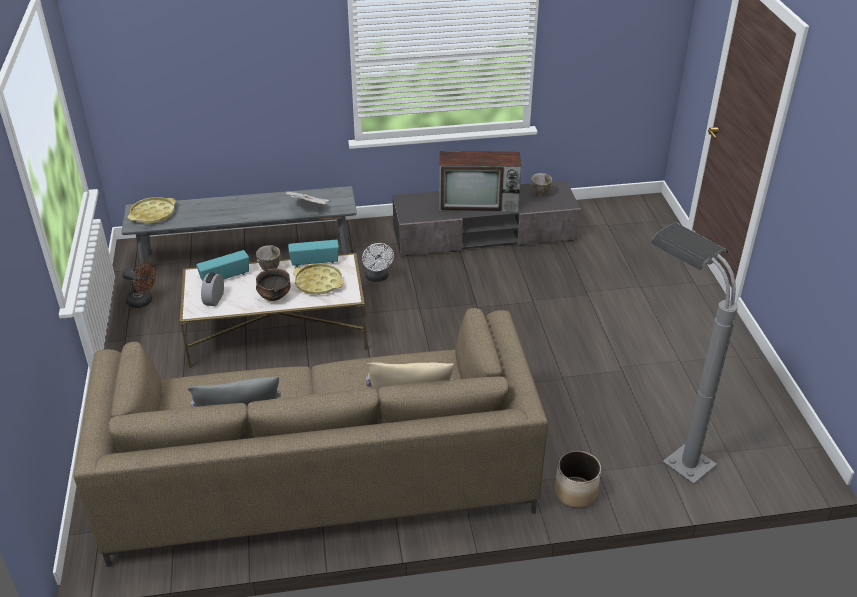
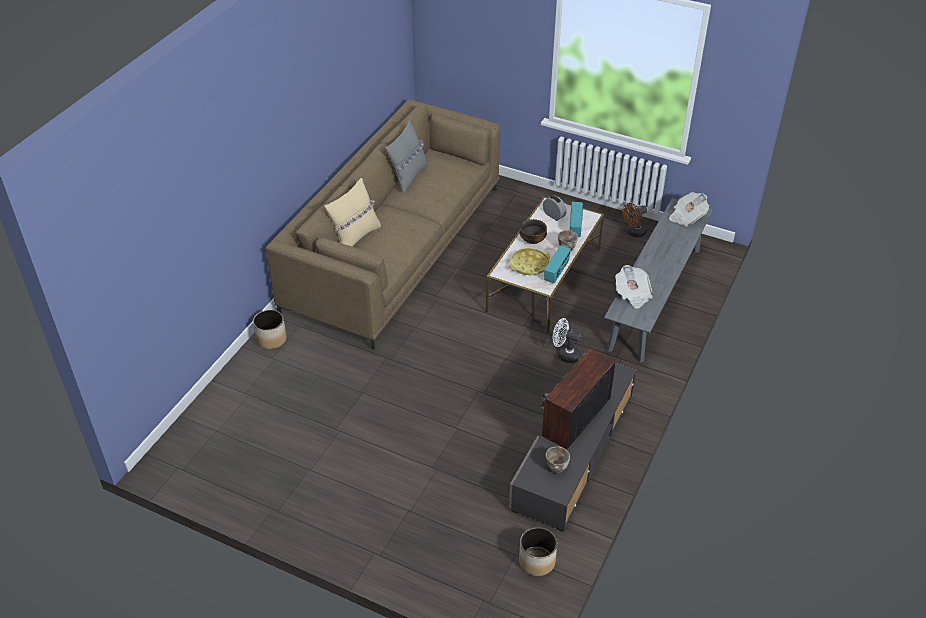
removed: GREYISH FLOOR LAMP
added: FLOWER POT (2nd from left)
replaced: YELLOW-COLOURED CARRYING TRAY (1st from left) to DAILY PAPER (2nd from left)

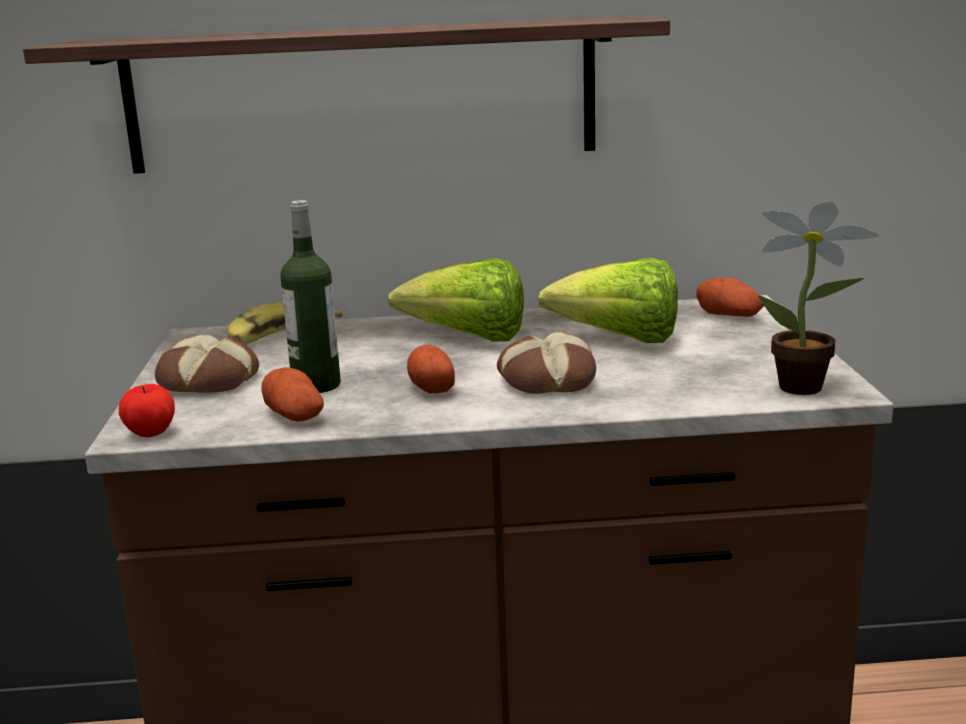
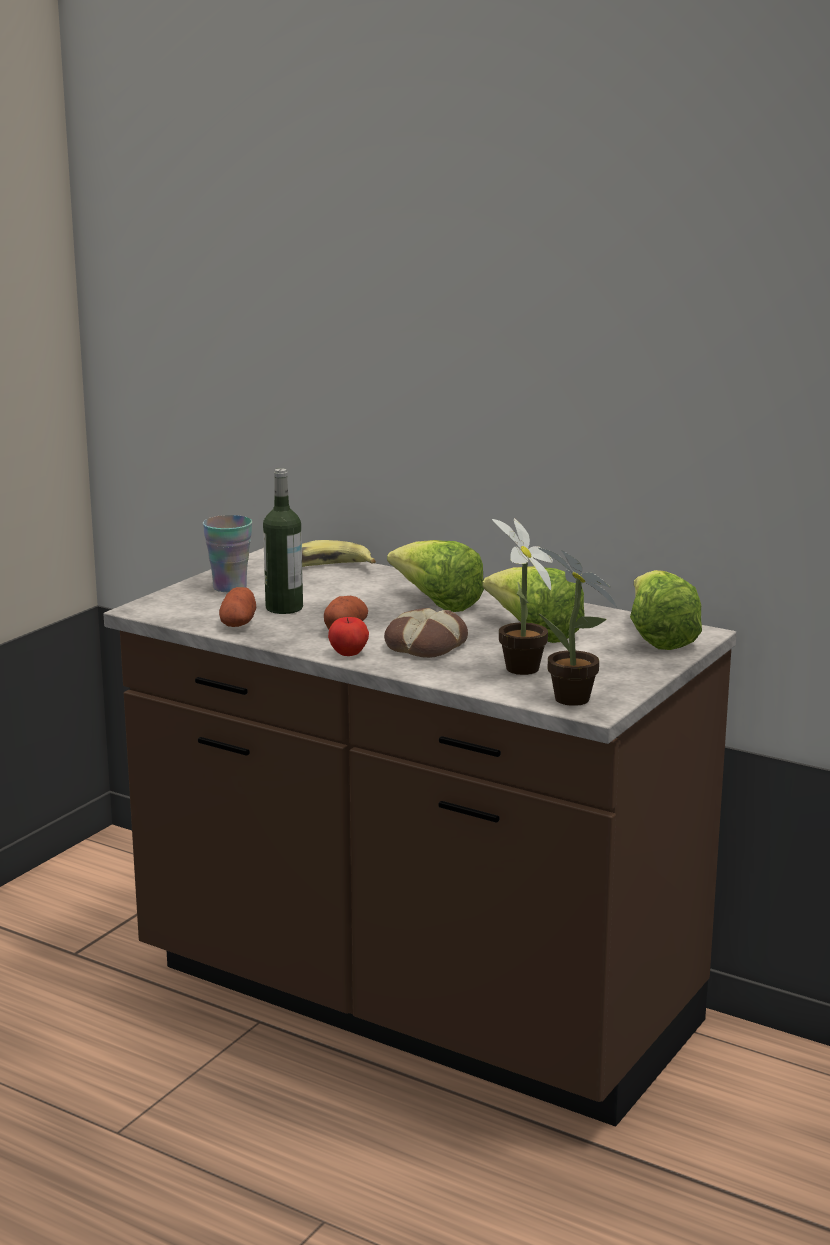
removed: BRACKET SHELF
added: HOUSEPLANT (1st from left)
moved: APPLE FRUIT
replaced: BREAD (1st from left) to DRINKING CUP; POTATO (3rd from left) to HEAD OF LETTUCE (3rd from left)

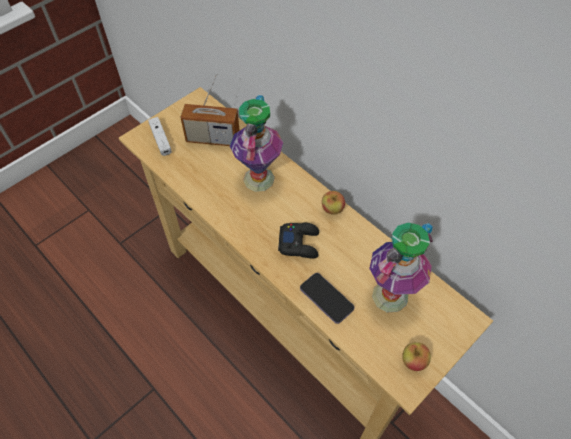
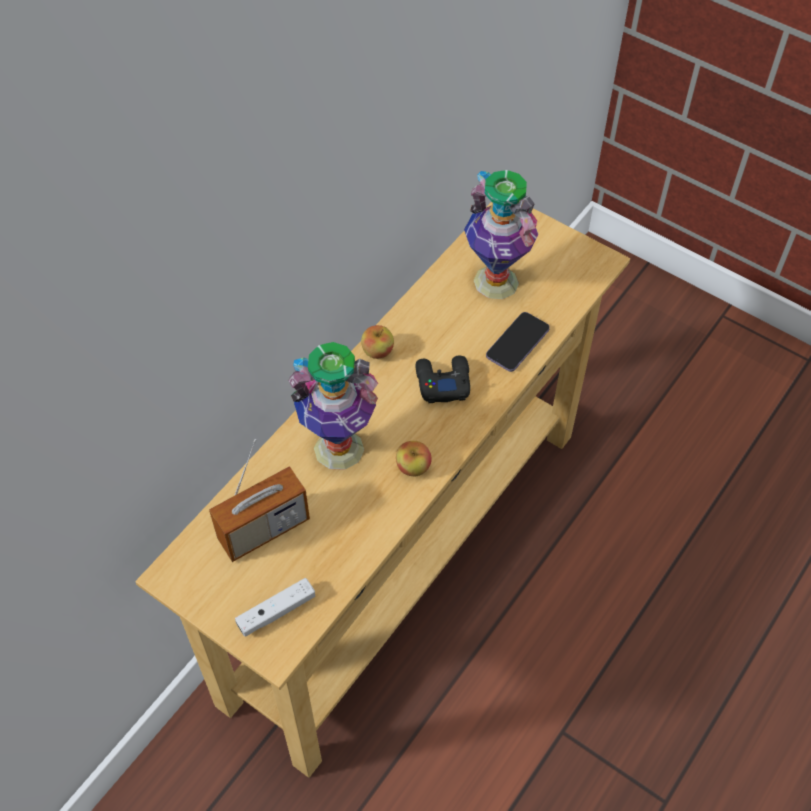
moved: APPLE FRUIT (2nd from left)
turned: RADIO SET 60 degrees clockwise

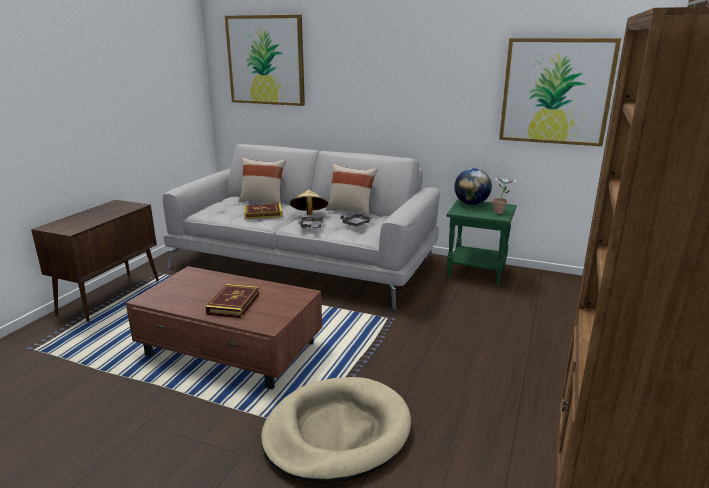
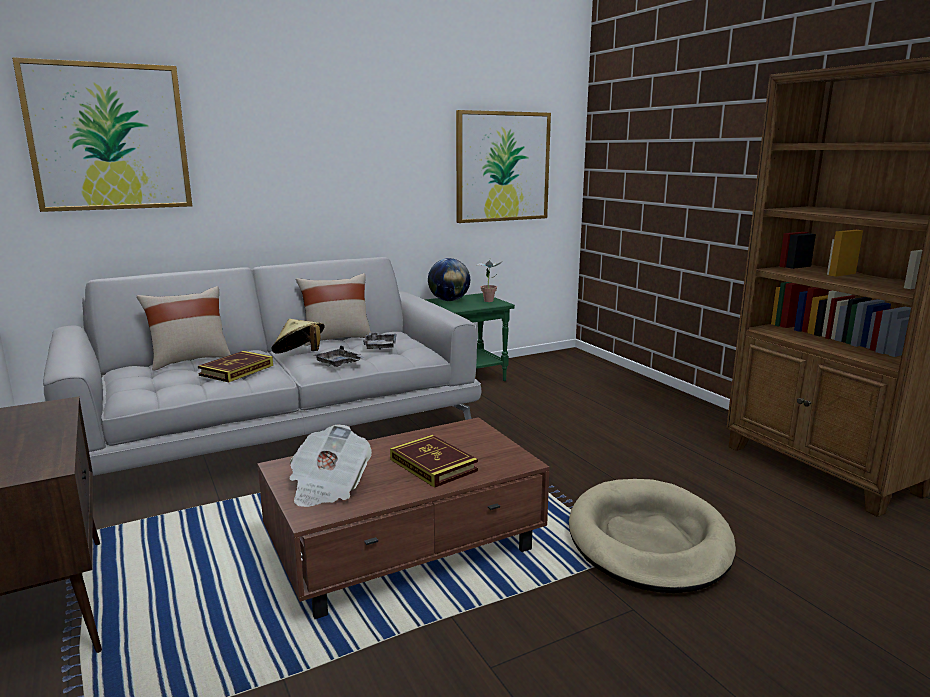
added: DAILY PAPER

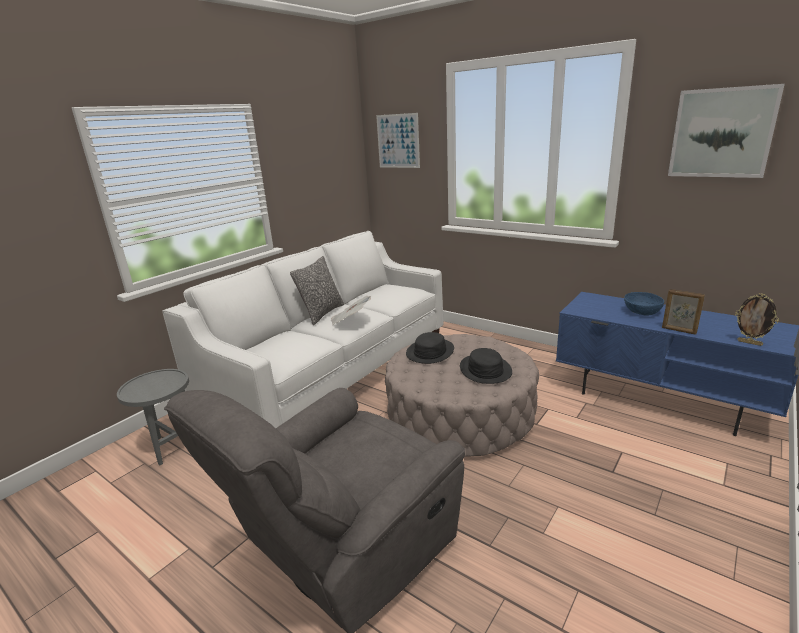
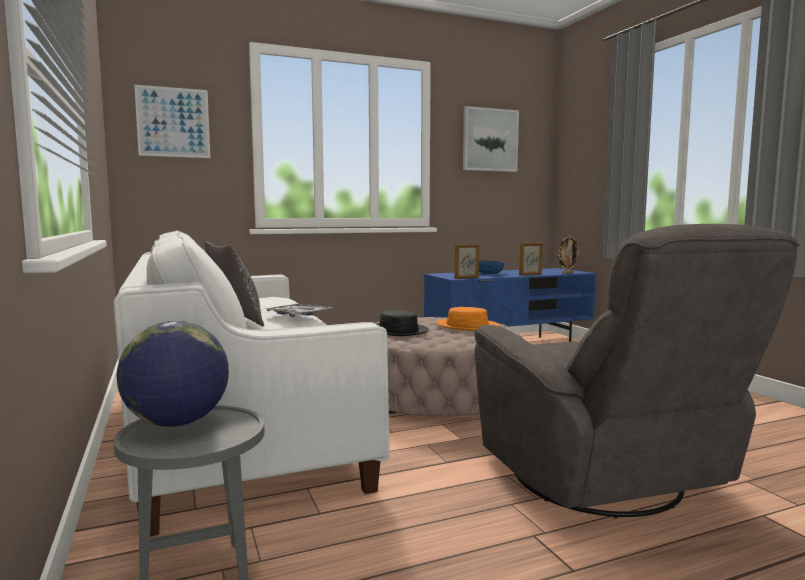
added: GLOBE; STANDING FRAME (1st from left)
replaced: DAILY PAPER to CARRYING TRAY
recoloured: BLACK HAT (2nd from left) to ORANGEY HAT

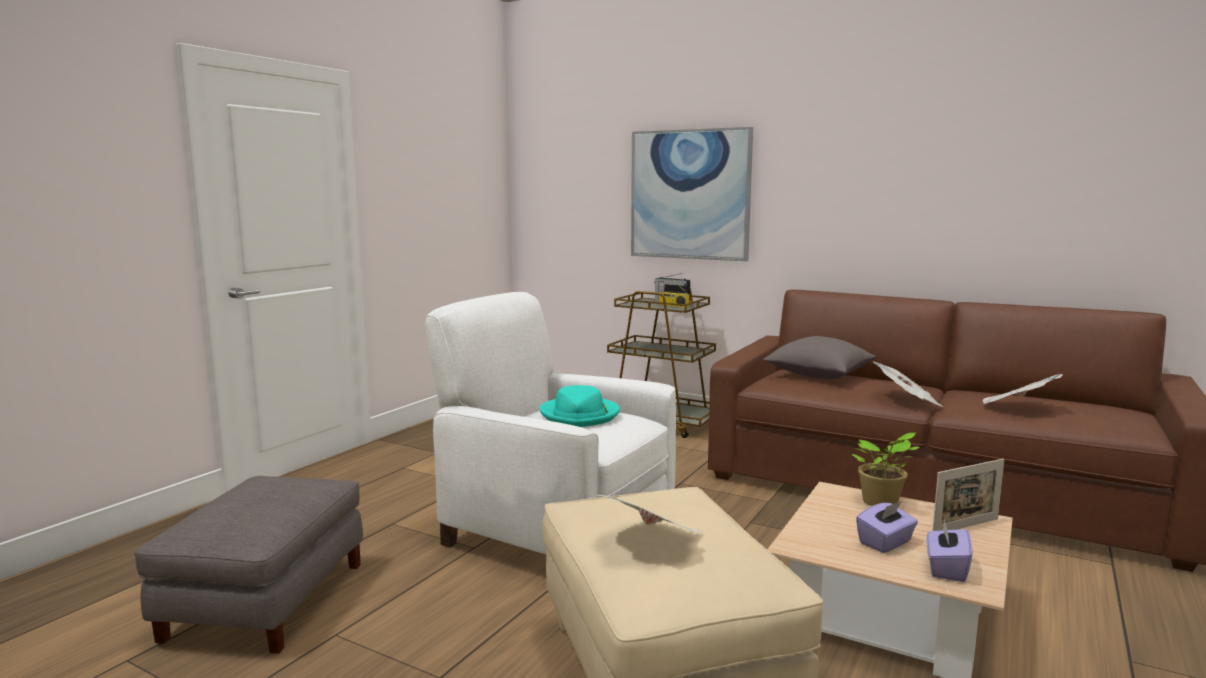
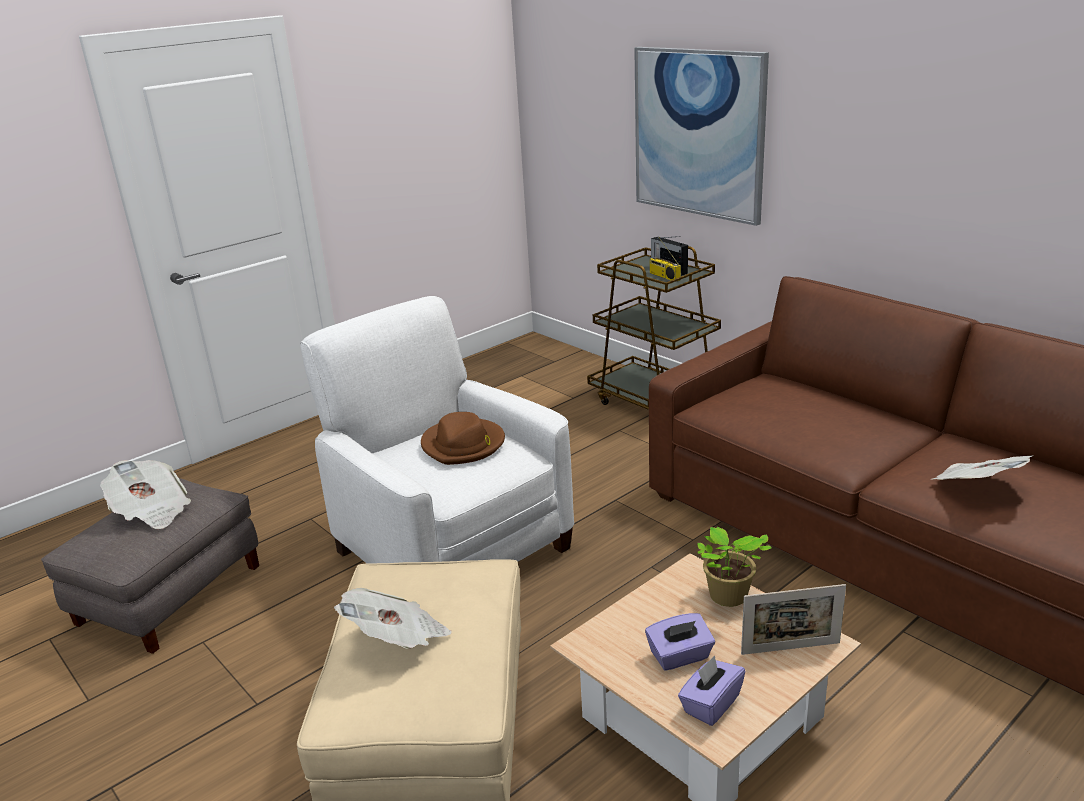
removed: GREYISH CUSHION
moved: DAILY PAPER (2nd from left in the first image) to DAILY PAPER (1st from left)
recoloured: TURQUOISE-COLOURED HAT to BROWN-COLOURED HAT

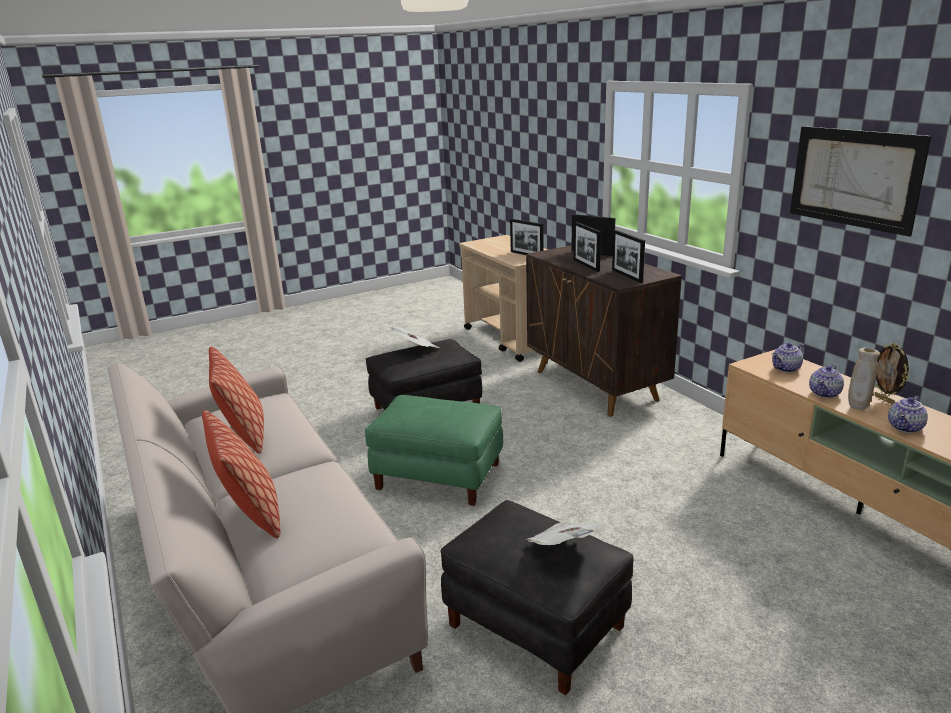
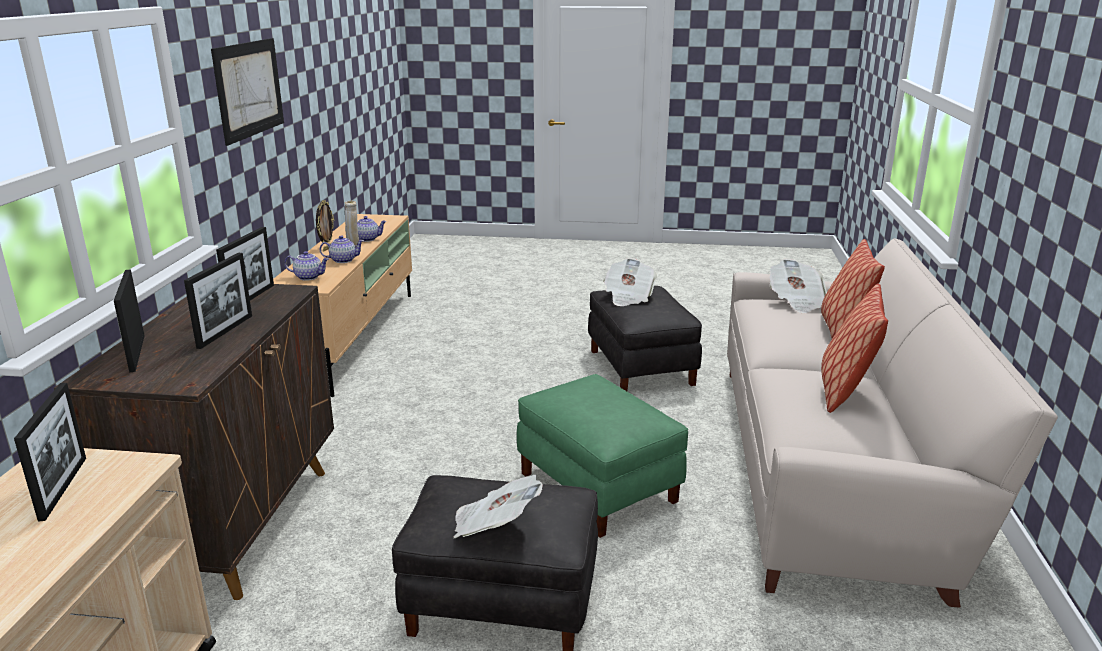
added: DAILY PAPER (3rd from left)

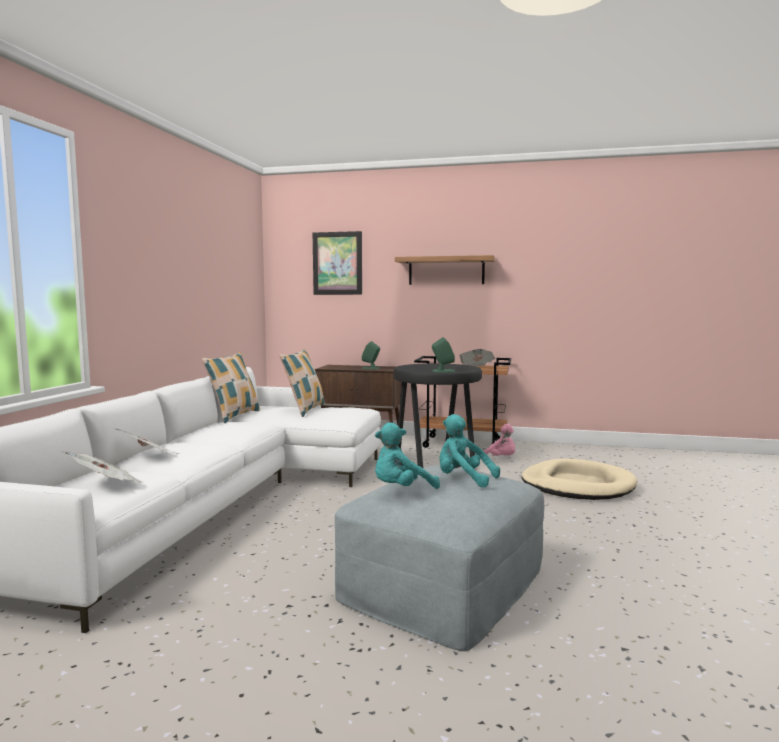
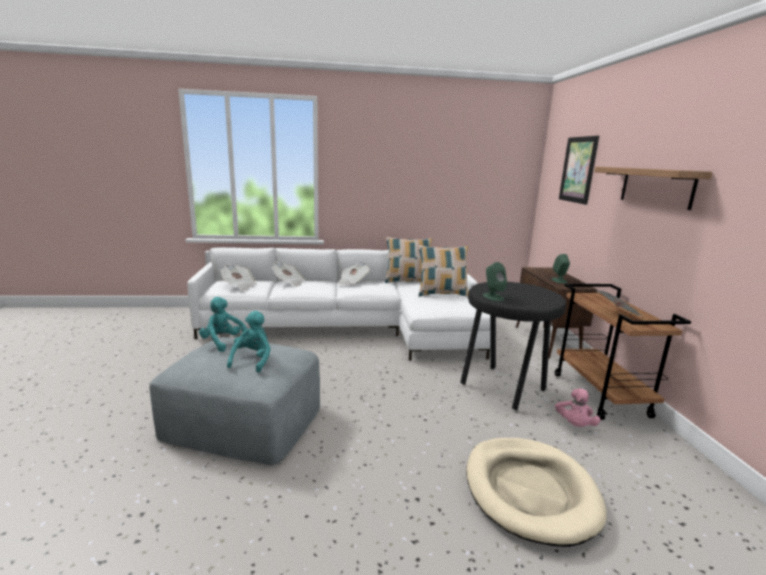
added: DAILY PAPER (3rd from left)

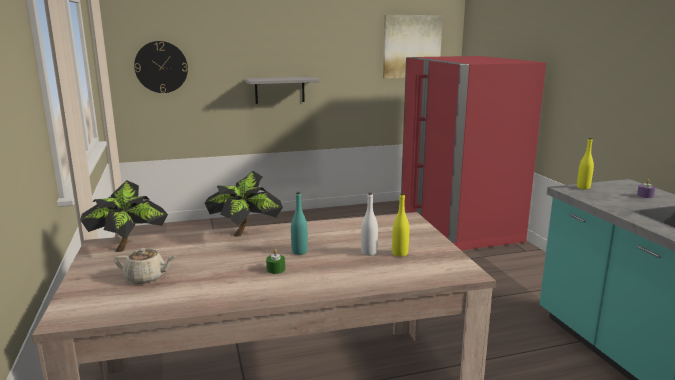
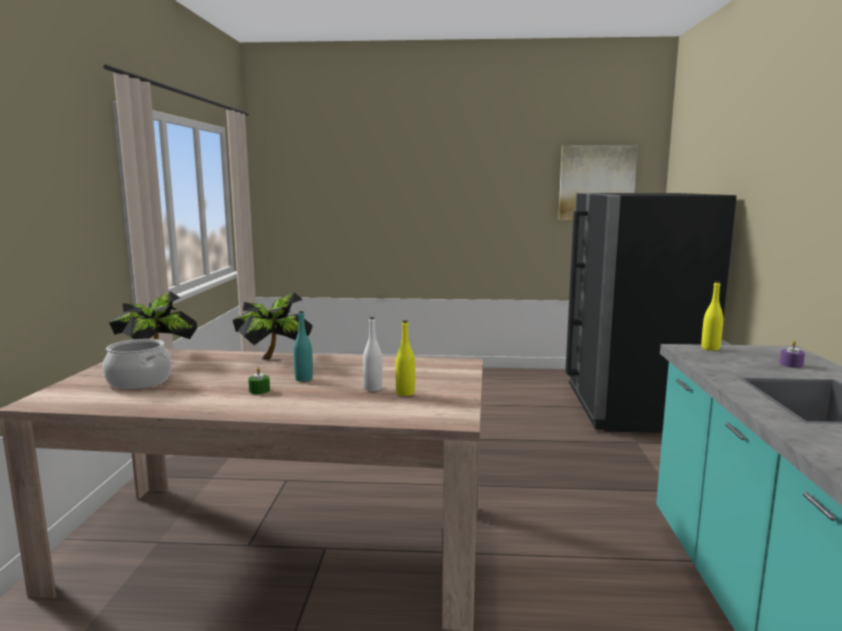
removed: HANGING CLOCK; GREYISH BRACKET SHELF
replaced: BEIGE-COLOURED POT FOR TEA to SAUCEPOT
recoloured: RED FRIDGE to BLACK FRIDGE

